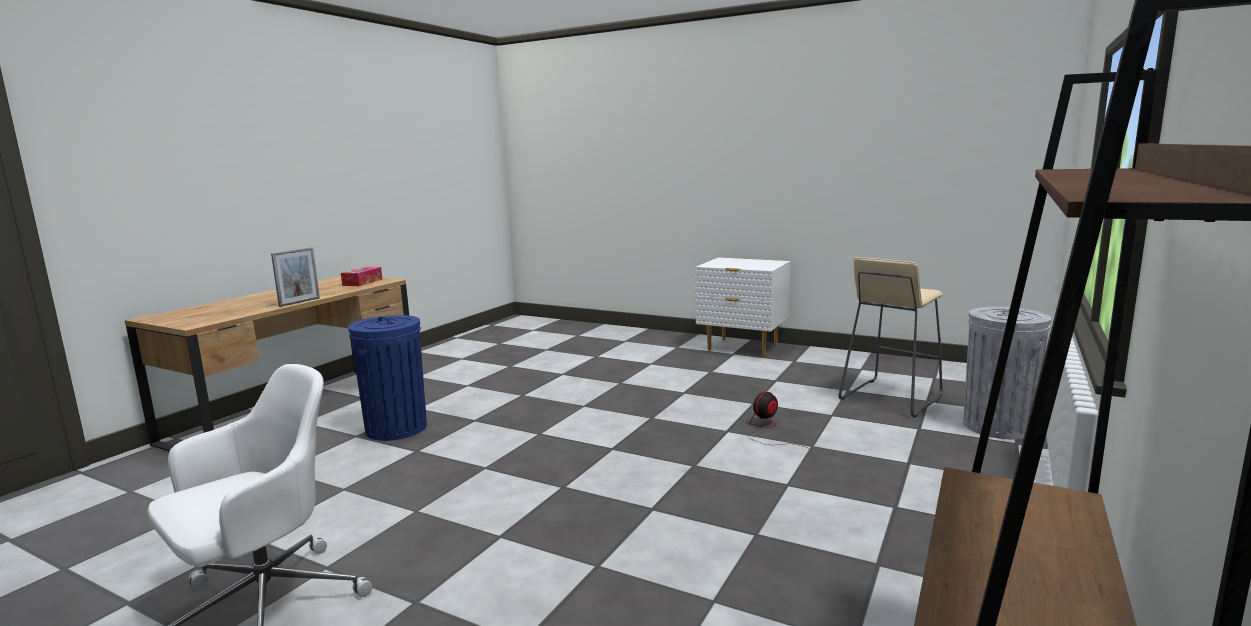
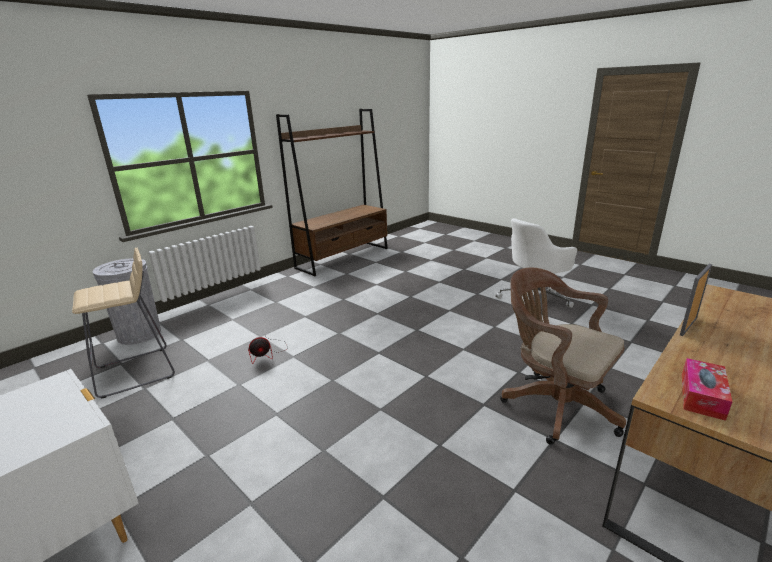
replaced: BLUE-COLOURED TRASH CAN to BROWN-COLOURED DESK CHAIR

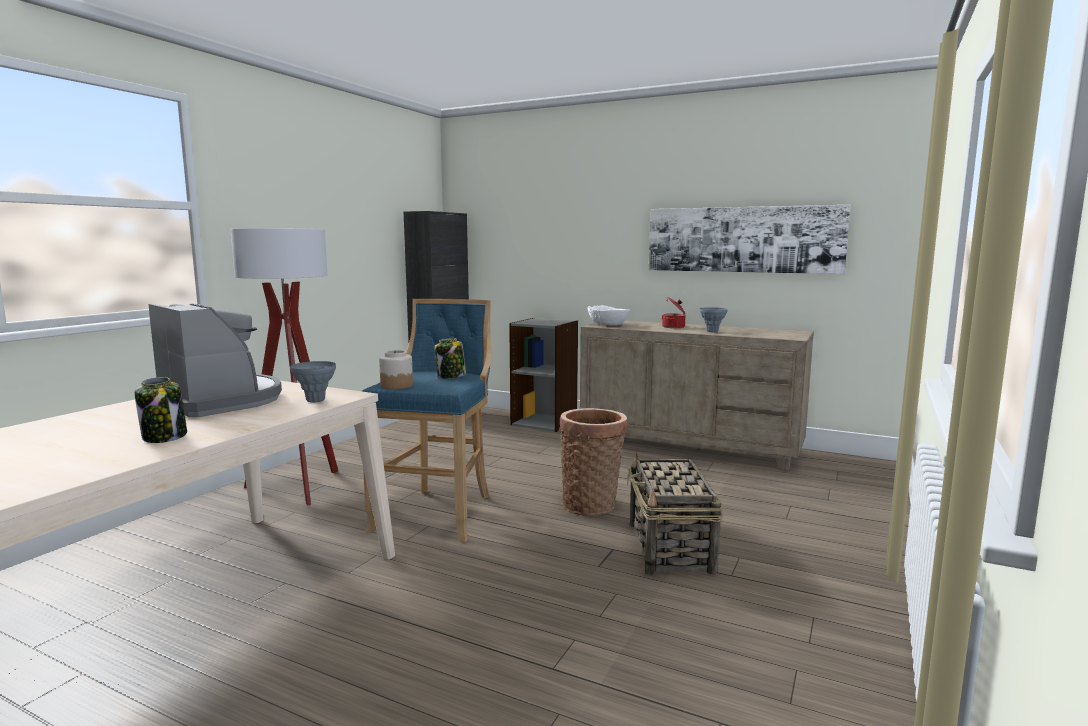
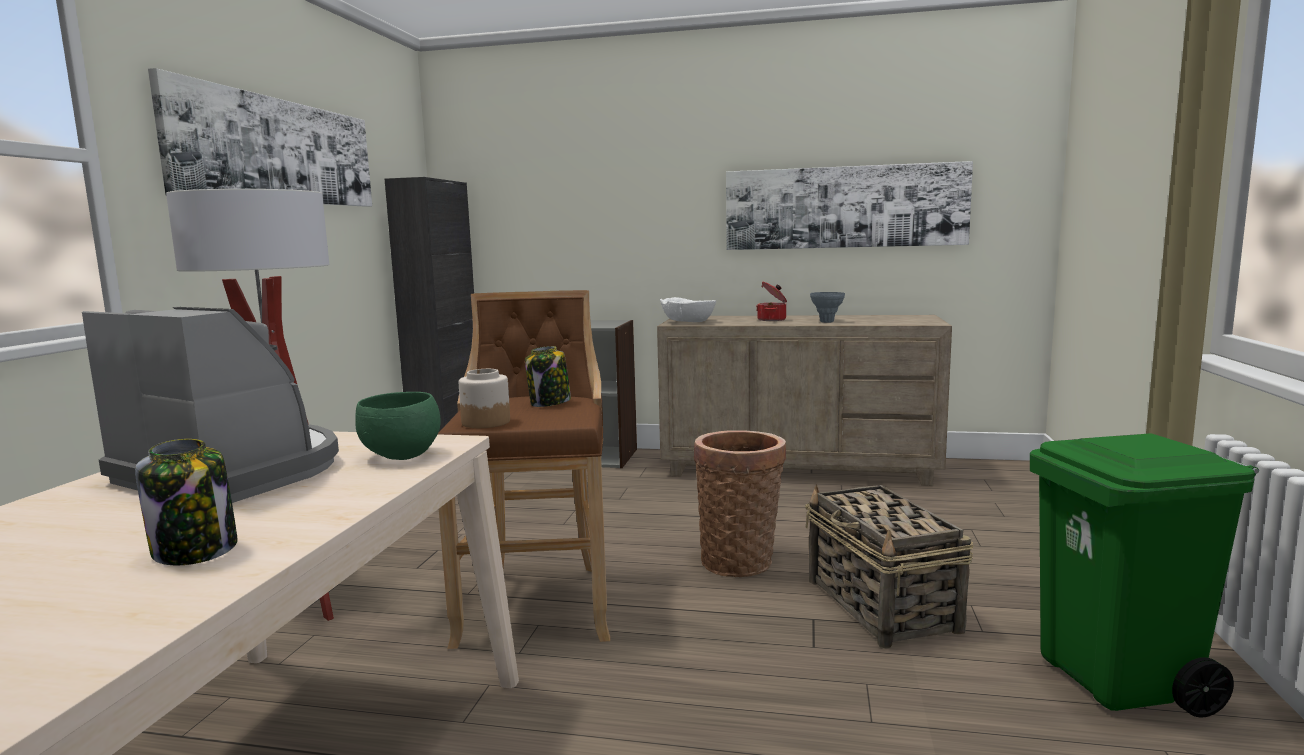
added: WALL PICTURE (1st from left); GREEN-COLOURED TRASH CAN
replaced: GREYISH FLOWER VASE (1st from left) to GREEN-COLOURED DEEP DISH
recoloured: BLUE-COLOURED STOOL to BROWN-COLOURED STOOL

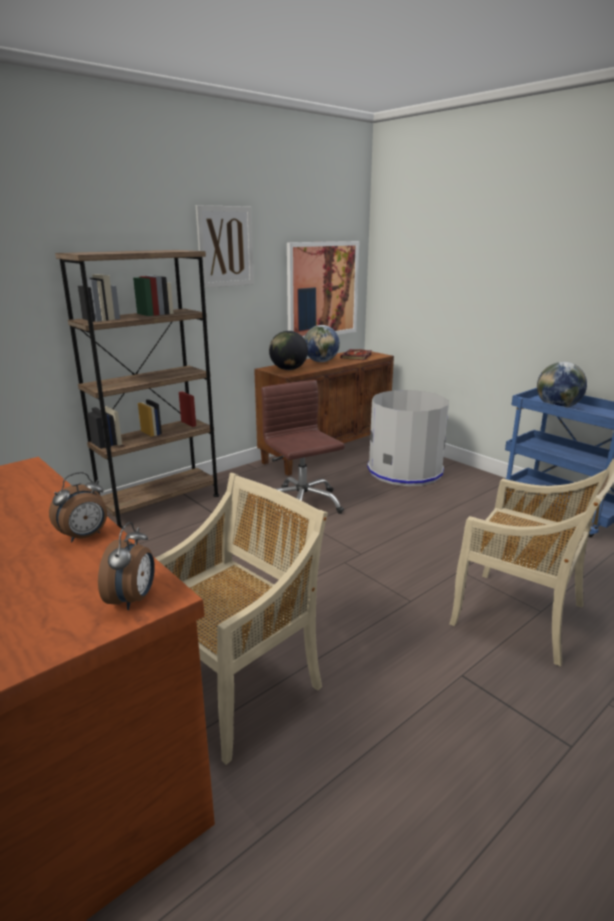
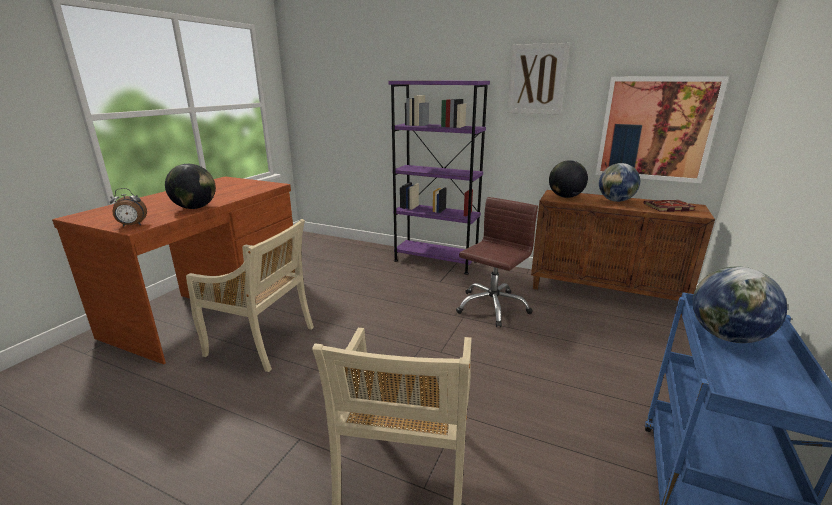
removed: GREYISH TRASH CAN
replaced: TABLE CLOCK (1st from left) to GLOBE (1st from left)
recoloured: BROWN-COLOURED SHELVING UNIT to PURPLISH SHELVING UNIT

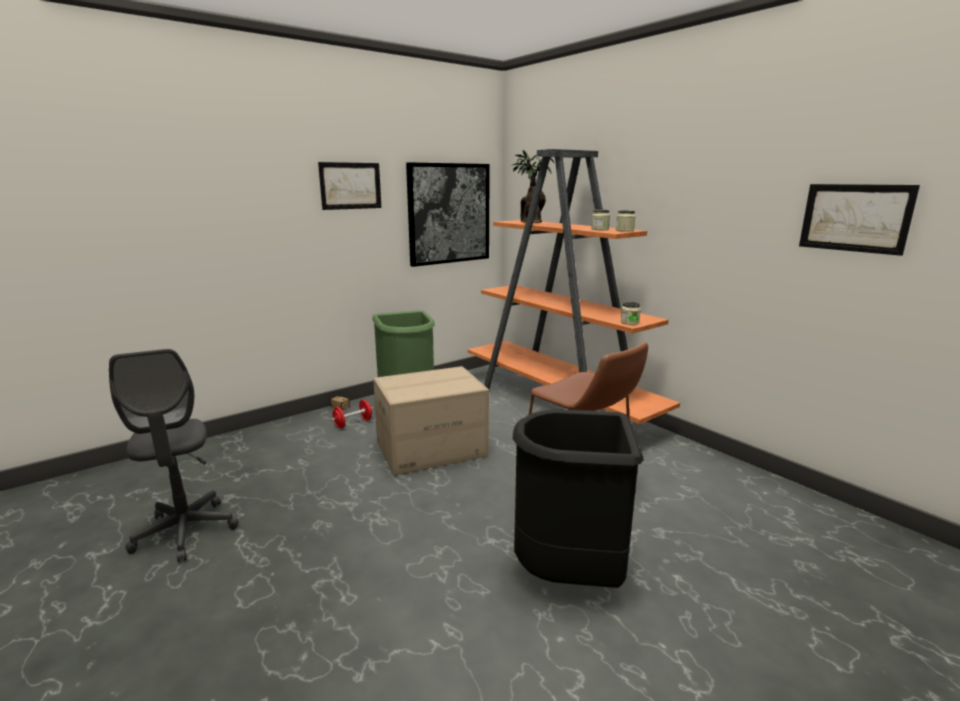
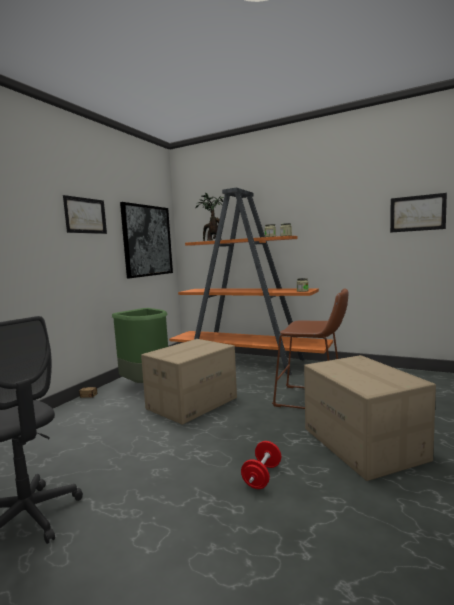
moved: RED DUMBBELL
replaced: BLACK TRASH CAN to CARTON (2nd from left)

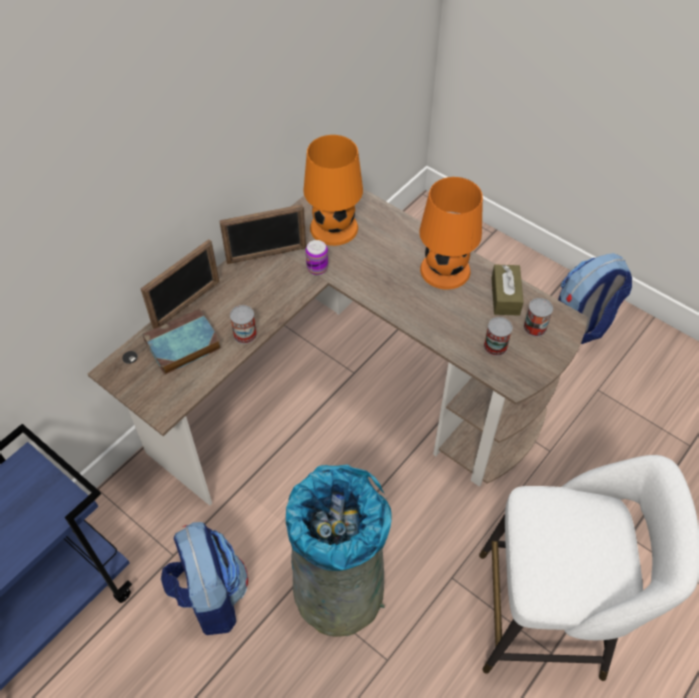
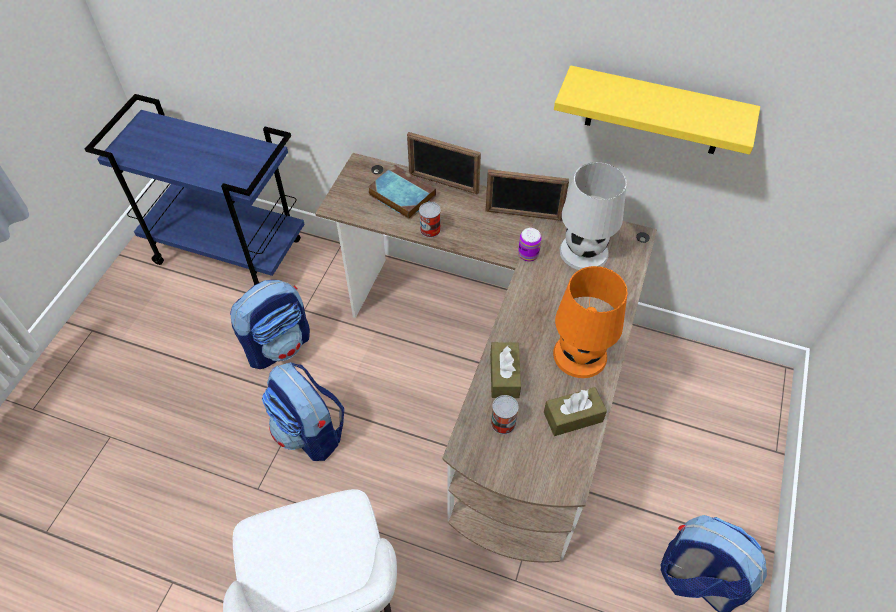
removed: SEALED CAN (4th from left)
added: BROWN-COLOURED TISSUE BOX (1st from left); YELLOW-COLOURED BRACKET SHELF
replaced: GREYISH TRASH CAN to RUCKSACK (2nd from left)
recoloured: ORANGEY TABLETOP LAMP (1st from left) to WHITISH TABLETOP LAMP
turned: STANDING FRAME (2nd from left) 45 degrees counterclockwise

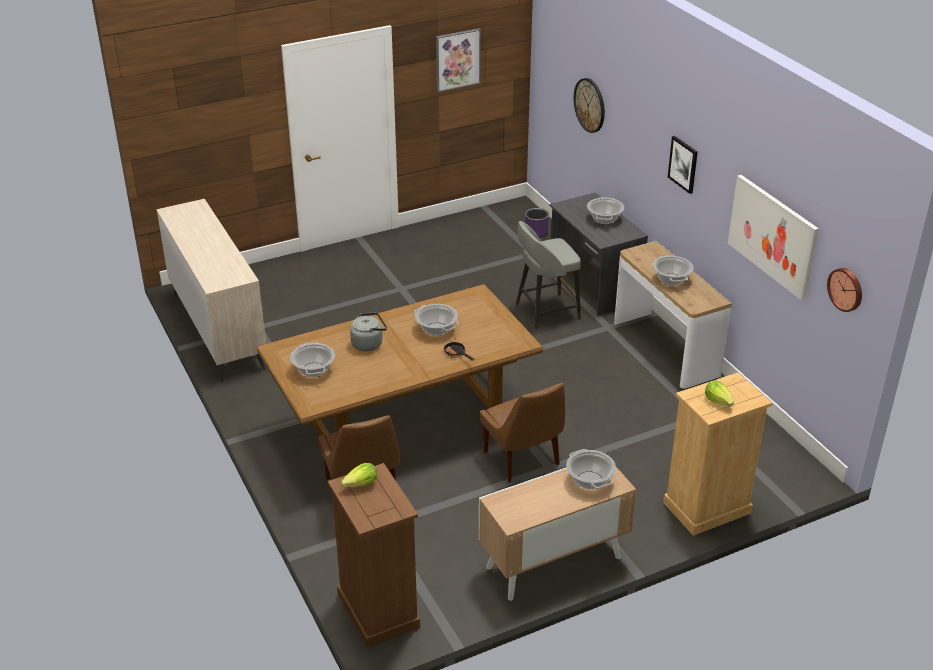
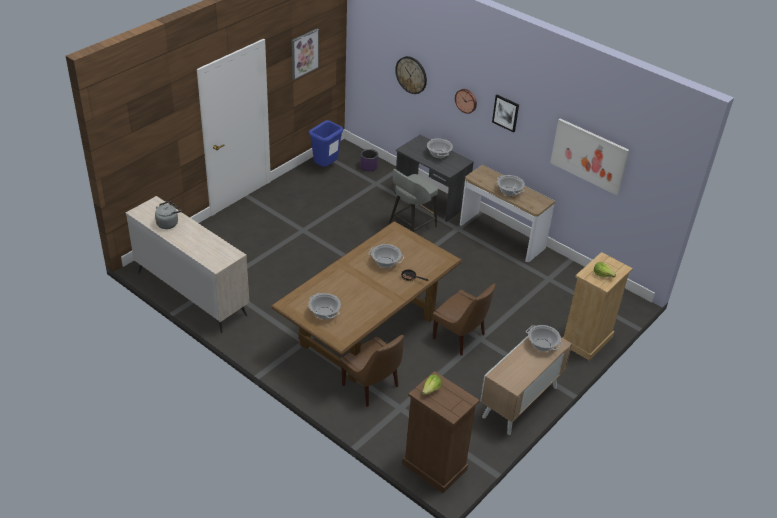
added: BLUE-COLOURED TRASH CAN
moved: GREYISH KETTLE; HANGING CLOCK (2nd from left)

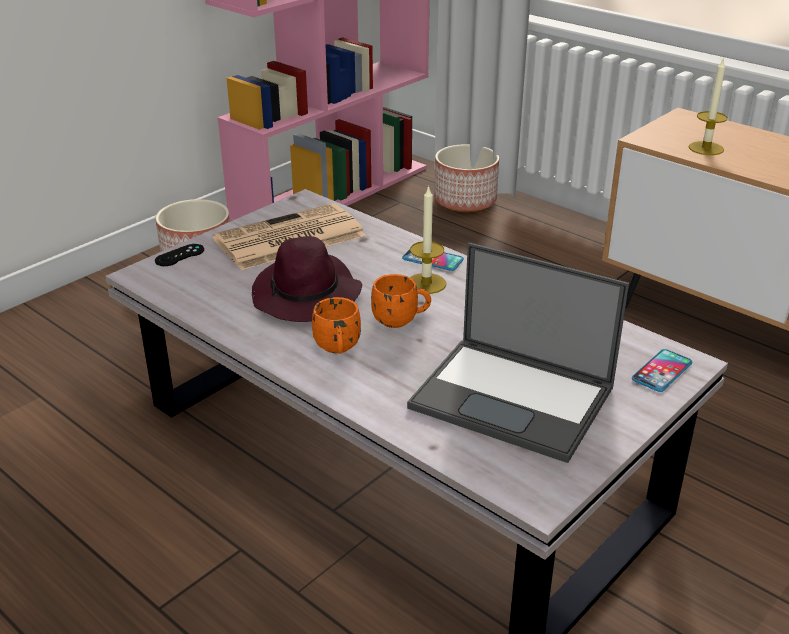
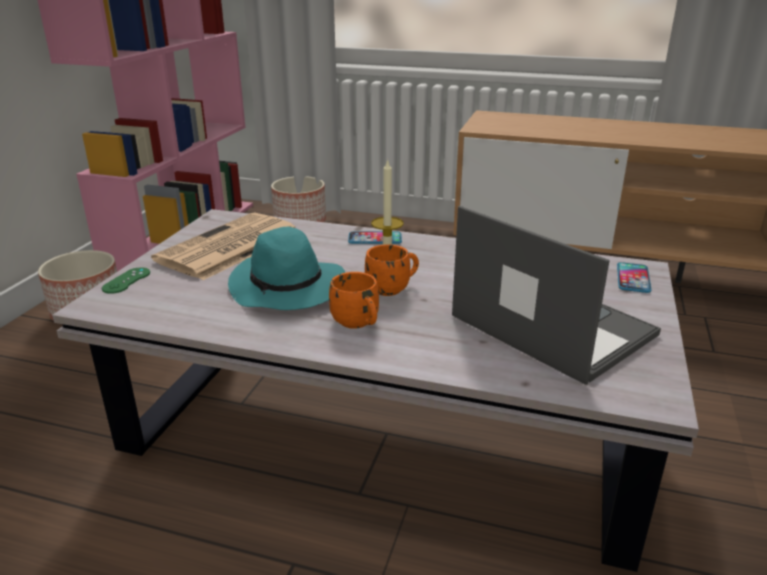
removed: CANDLE (2nd from left)
recoloured: BLACK GAMEPAD to GREEN-COLOURED GAMEPAD; PURPLISH HAT to TURQUOISE-COLOURED HAT
turned: PORTABLE COMPUTER 135 degrees counterclockwise

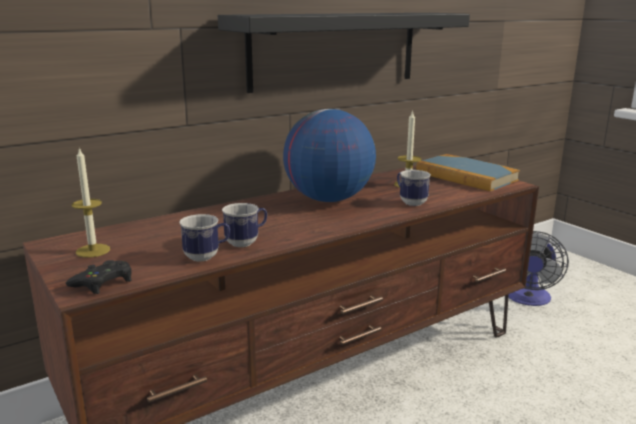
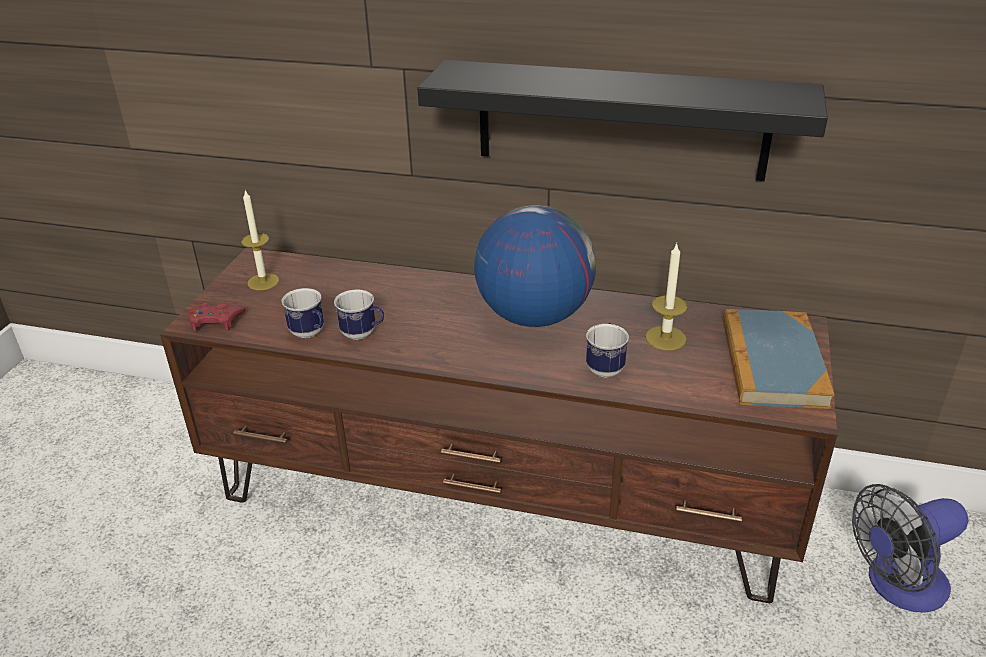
recoloured: BLACK GAMEPAD to RED GAMEPAD

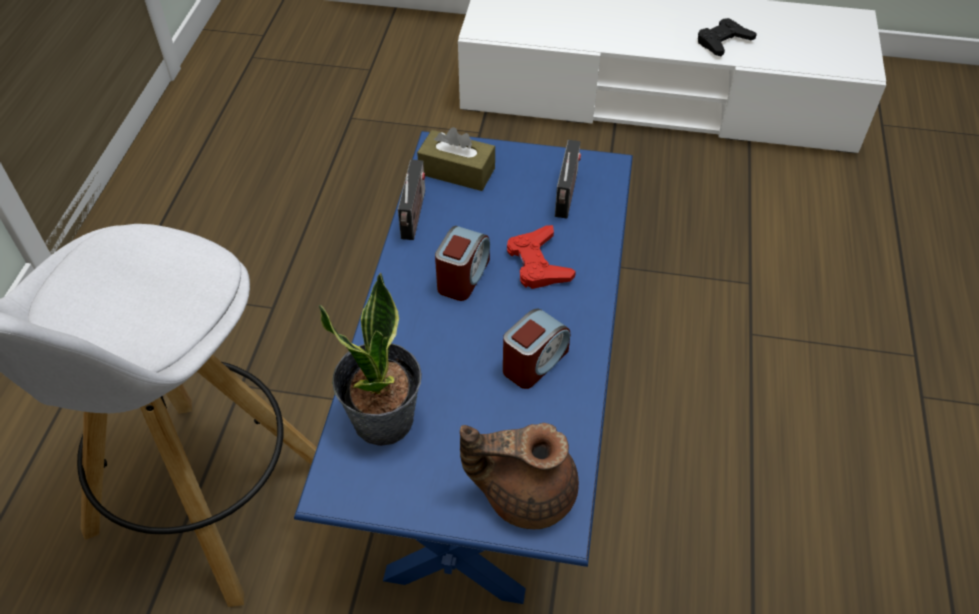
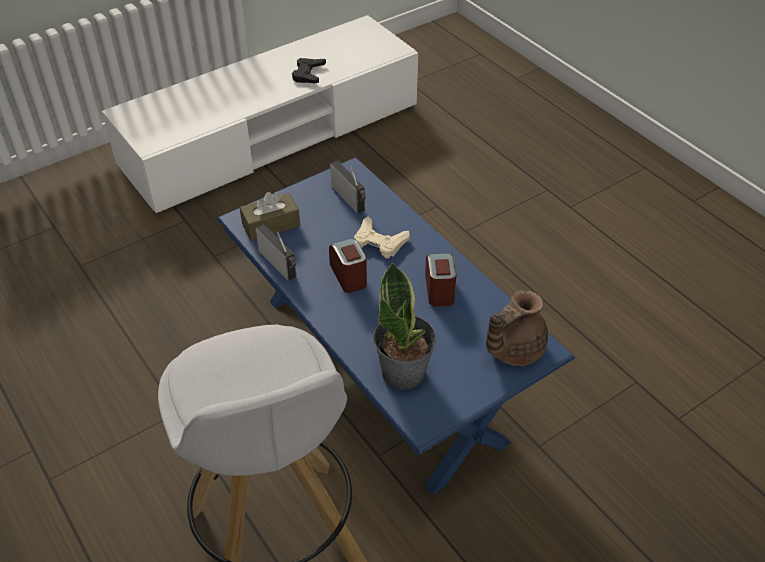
recoloured: RED GAMEPAD to BEIGE-COLOURED GAMEPAD

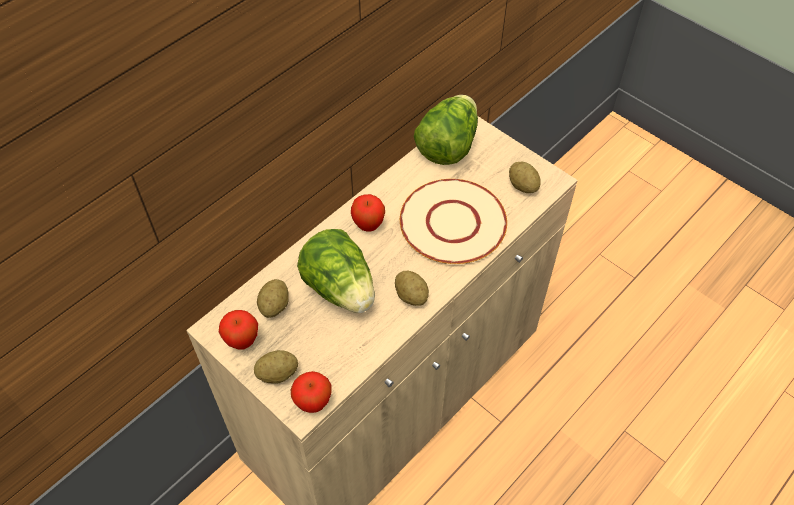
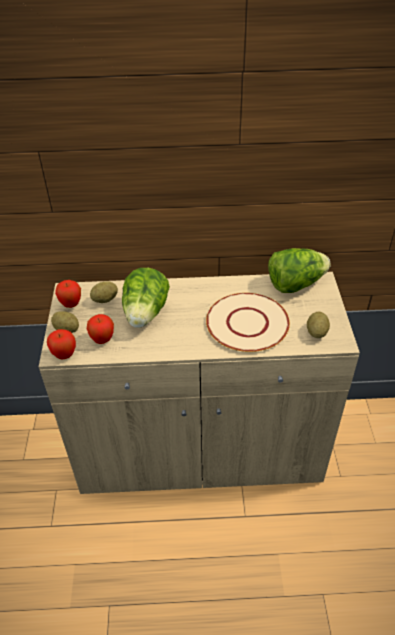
removed: POTATO (3rd from left)
moved: APPLE FRUIT (3rd from left)

